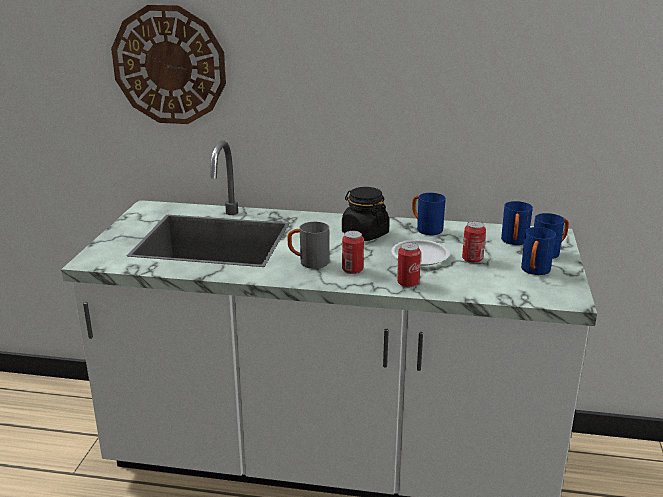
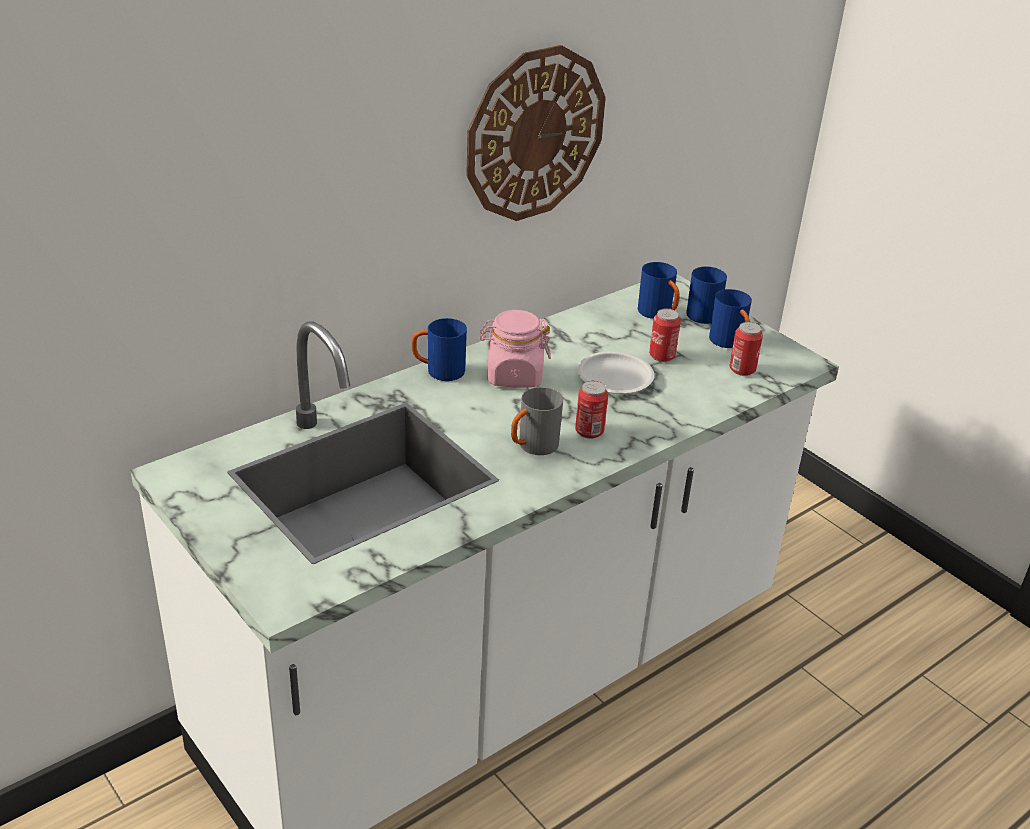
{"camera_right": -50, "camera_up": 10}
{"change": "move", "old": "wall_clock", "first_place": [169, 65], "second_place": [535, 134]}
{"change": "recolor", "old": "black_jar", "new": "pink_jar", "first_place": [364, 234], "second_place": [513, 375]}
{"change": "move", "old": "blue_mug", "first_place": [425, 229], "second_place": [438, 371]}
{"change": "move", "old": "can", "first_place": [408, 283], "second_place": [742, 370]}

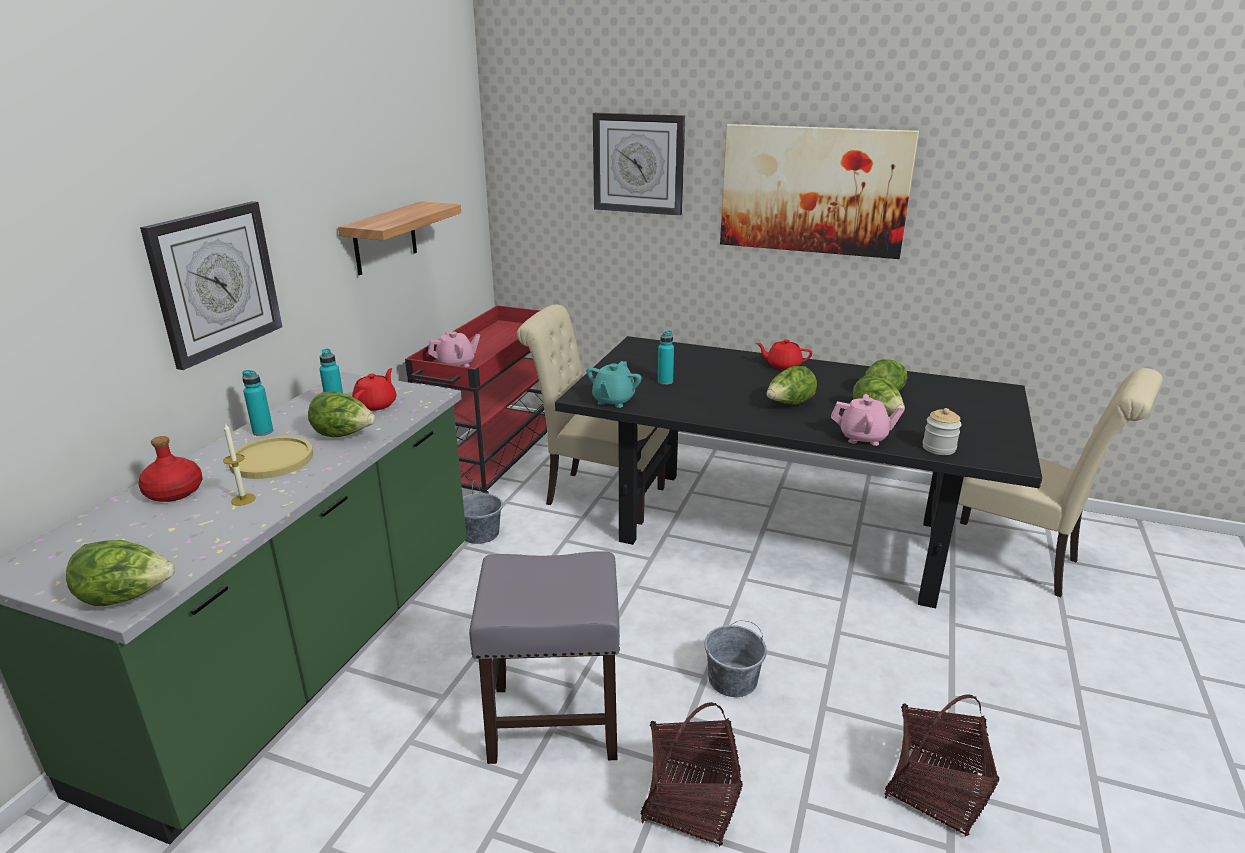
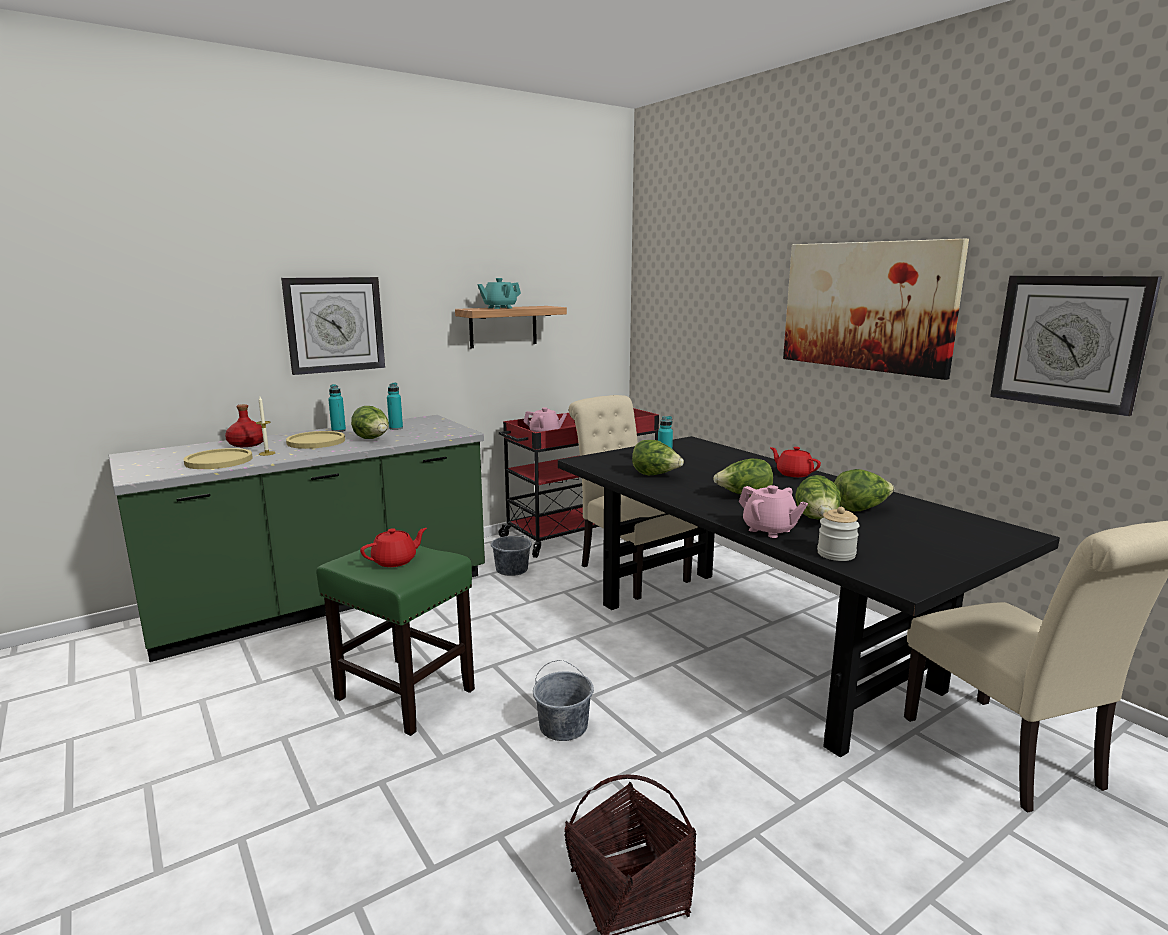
{"camera_right": 35, "camera_up": -10}
{"change": "move", "old": "wall_clock", "first_place": [638, 163], "second_place": [1069, 342]}
{"change": "move", "old": "turquoise_teapot", "first_place": [613, 401], "second_place": [499, 308]}
{"change": "move", "old": "red_teapot", "first_place": [376, 404], "second_place": [395, 561]}
{"change": "move", "old": "lettuce", "first_place": [127, 597], "second_place": [655, 475]}
{"change": "recolor", "old": "grey_stool", "new": "green_stool", "first_place": [552, 721], "second_place": [403, 694]}
{"change": "delete", "old": "basket", "first_place": [692, 802]}
{"change": "insert", "new": "yellow_plate", "second_place": [219, 460]}

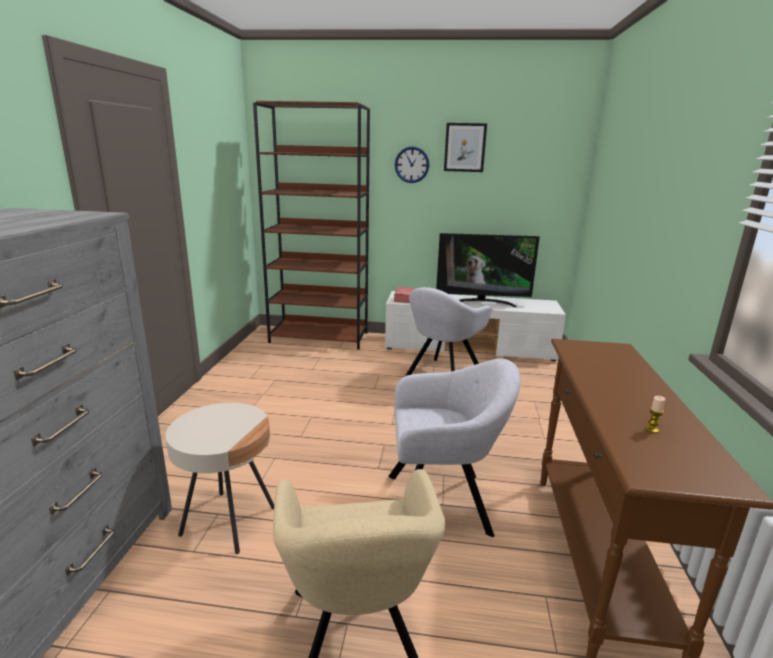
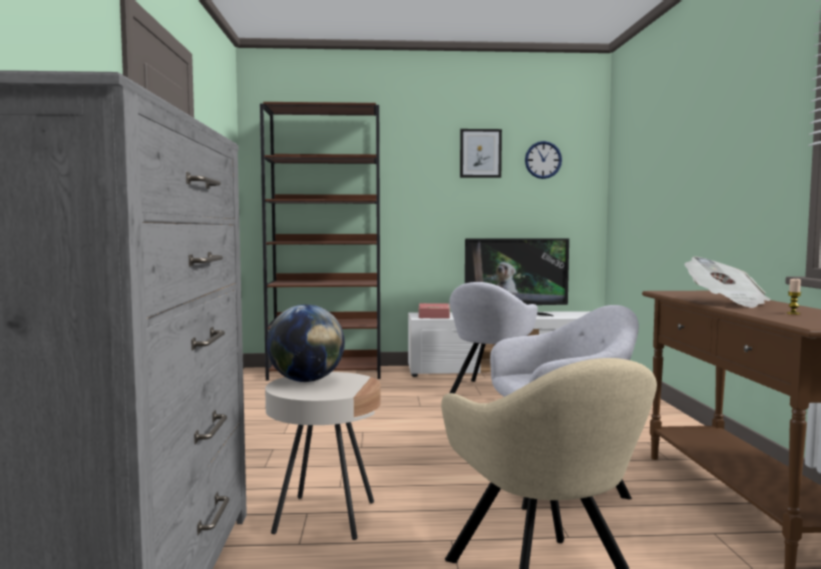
{"camera_right": -10, "camera_up": -15}
{"change": "move", "old": "wall_clock", "first_place": [412, 164], "second_place": [543, 160]}
{"change": "insert", "new": "newspaper", "second_place": [726, 303]}
{"change": "insert", "new": "globe", "second_place": [306, 381]}

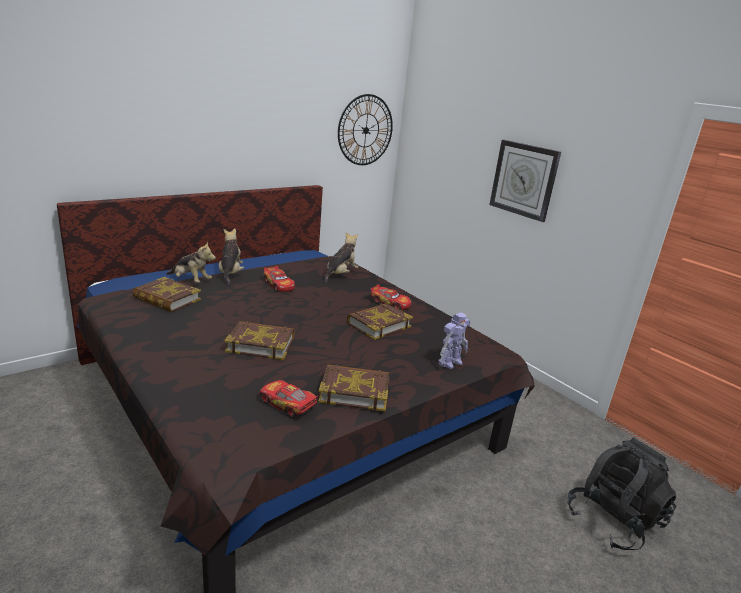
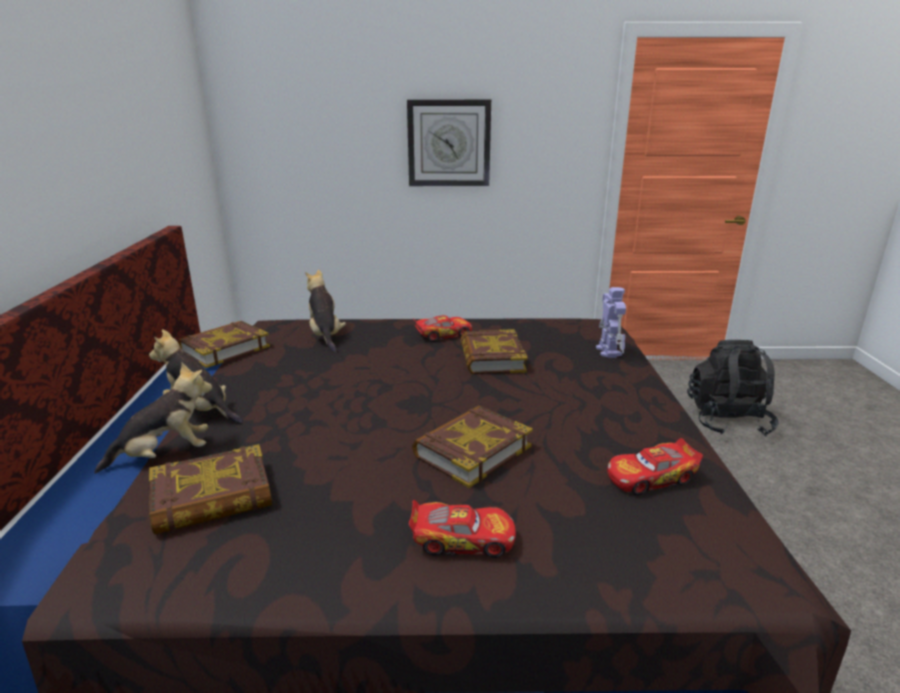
{"camera_right": -50, "camera_up": 0}
{"change": "delete", "old": "wall_clock", "first_place": [365, 130]}
{"change": "move", "old": "toy_car", "first_place": [279, 285], "second_place": [462, 539]}
{"change": "move", "old": "book", "first_place": [354, 392], "second_place": [224, 349]}

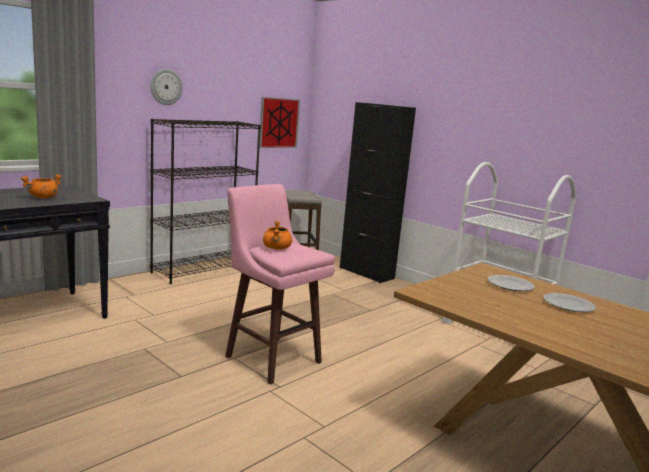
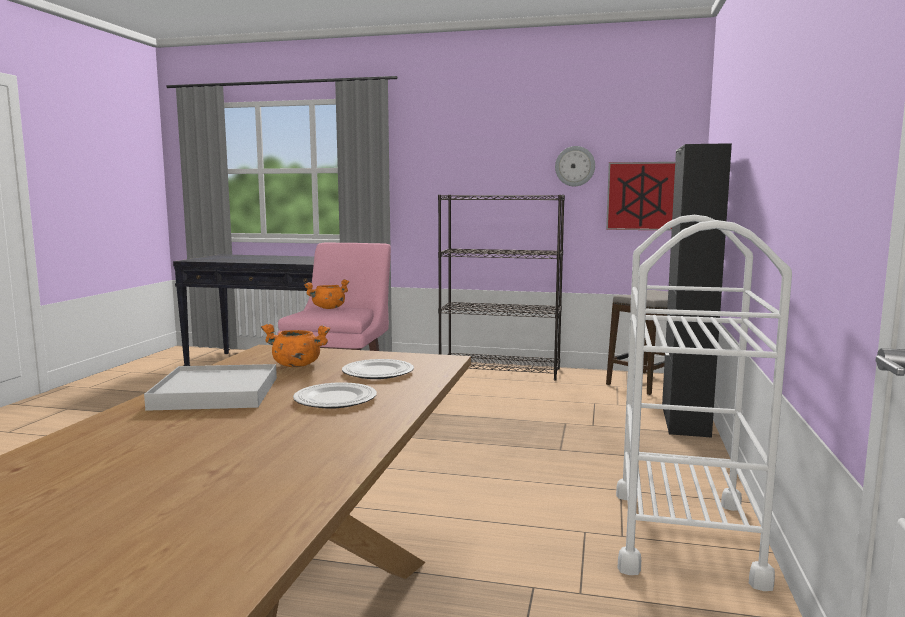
{"camera_right": 60, "camera_up": -5}
{"change": "move", "old": "wall_clock", "first_place": [166, 87], "second_place": [575, 166]}
{"change": "move", "old": "orange_cooking_pot", "first_place": [43, 197], "second_place": [296, 365]}
{"change": "insert", "new": "white_tray", "second_place": [216, 393]}

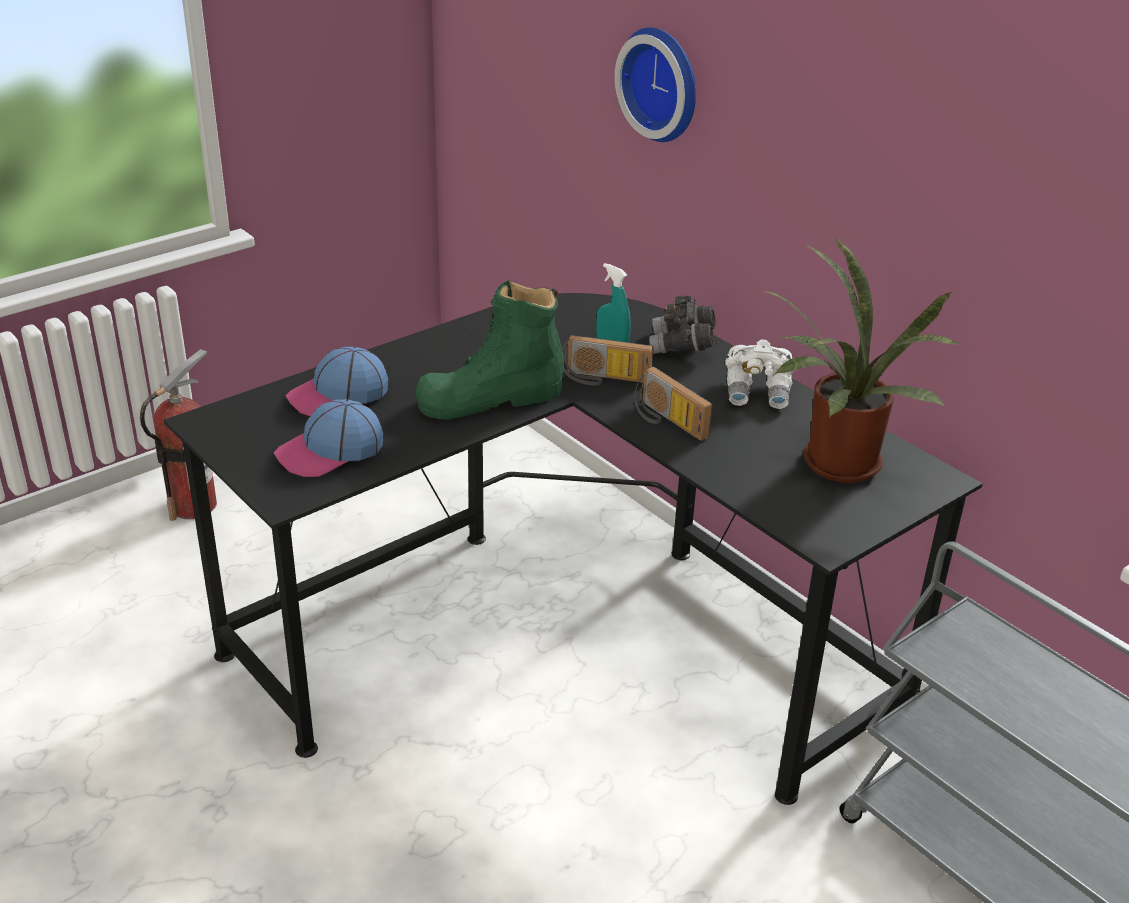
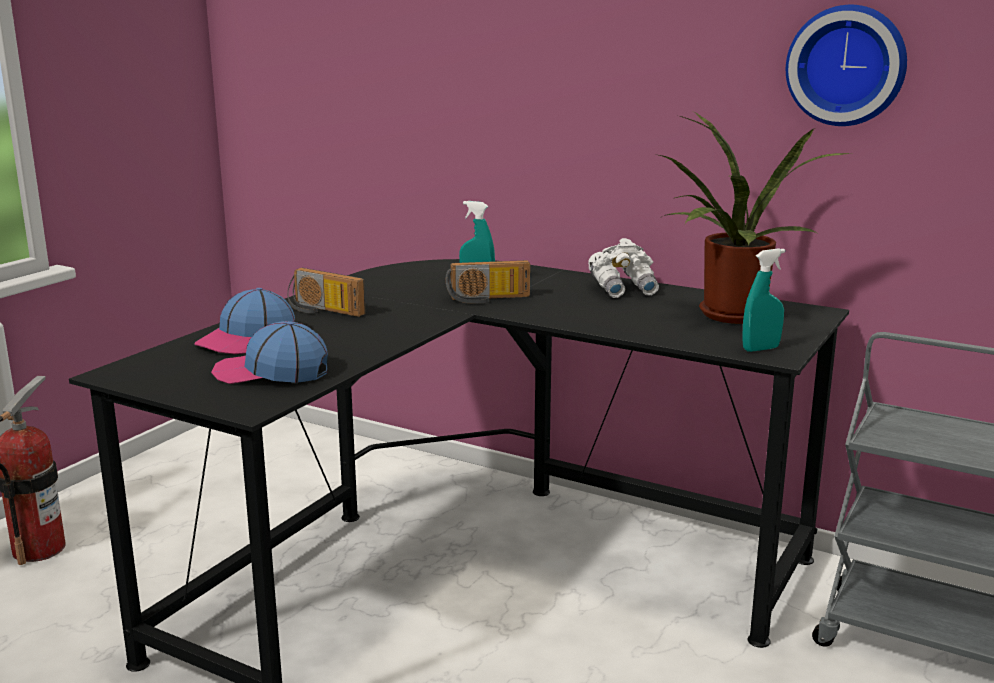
{"camera_right": -20, "camera_up": -15}
{"change": "move", "old": "wall_clock", "first_place": [663, 83], "second_place": [847, 65]}
{"change": "delete", "old": "green_boot", "first_place": [491, 399]}
{"change": "delete", "old": "grey_binoculars", "first_place": [682, 346]}
{"change": "move", "old": "radio", "first_place": [666, 421], "second_place": [322, 311]}
{"change": "rotate", "old": "cap", "first_place": [330, 451], "second_place": [271, 372], "degrees": 60}
{"change": "insert", "new": "turquoise_spray_bottle", "second_place": [761, 349]}

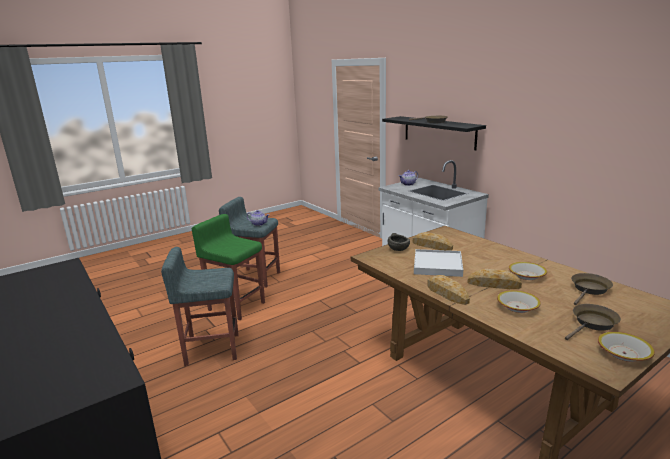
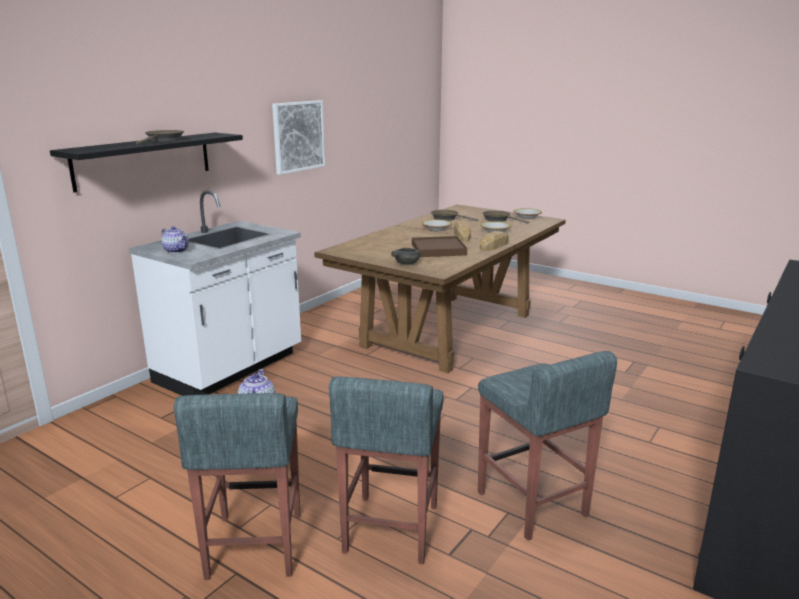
{"camera_right": -110, "camera_up": 0}
{"change": "recolor", "old": "green_stool", "new": "grey_stool", "first_place": [236, 306], "second_place": [390, 529]}
{"change": "delete", "old": "bread", "first_place": [432, 245]}
{"change": "recolor", "old": "white_tray", "new": "brown_tray", "first_place": [438, 265], "second_place": [438, 249]}
{"change": "insert", "new": "picture", "second_place": [298, 136]}

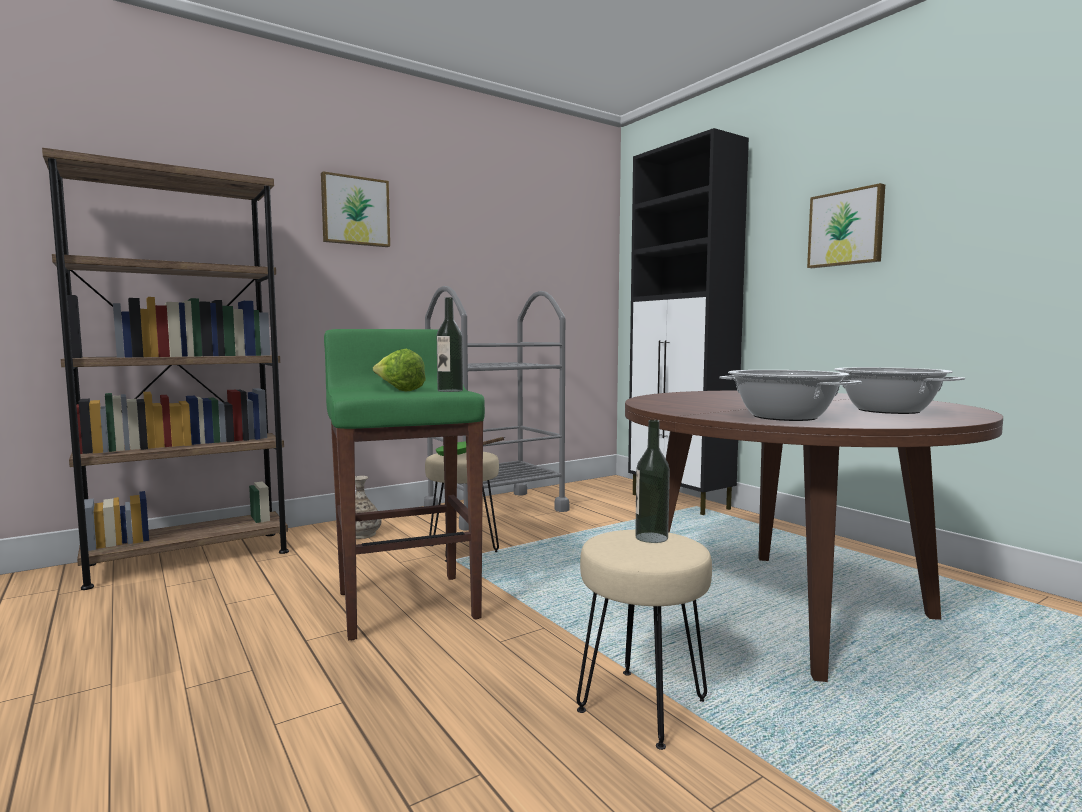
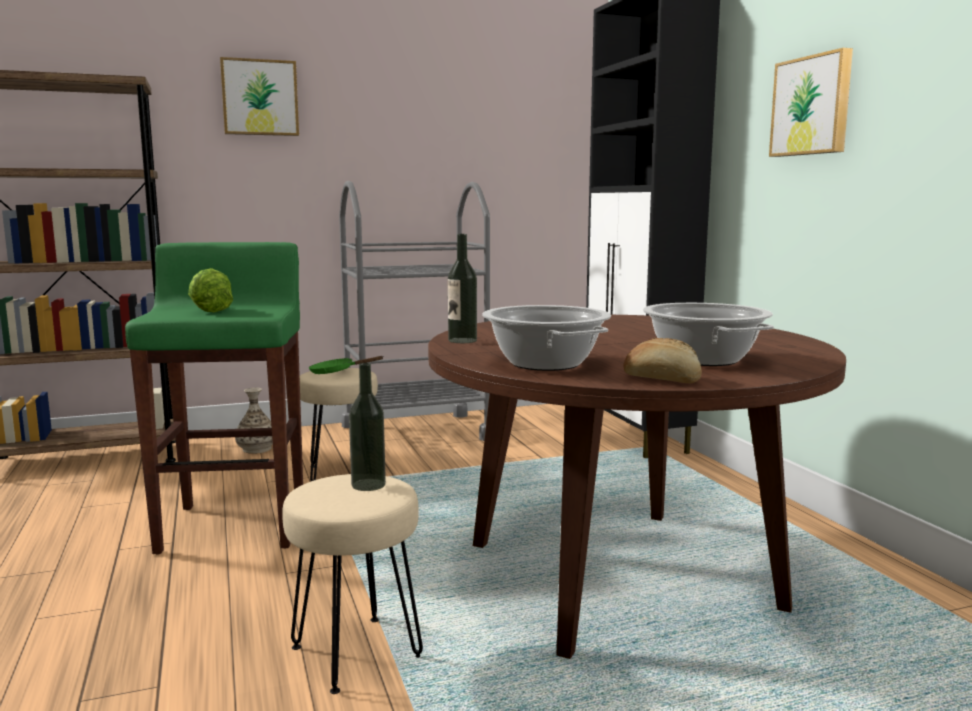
{"camera_right": 15, "camera_up": 5}
{"change": "move", "old": "bottle", "first_place": [450, 390], "second_place": [462, 340]}
{"change": "insert", "new": "bread", "second_place": [661, 379]}

